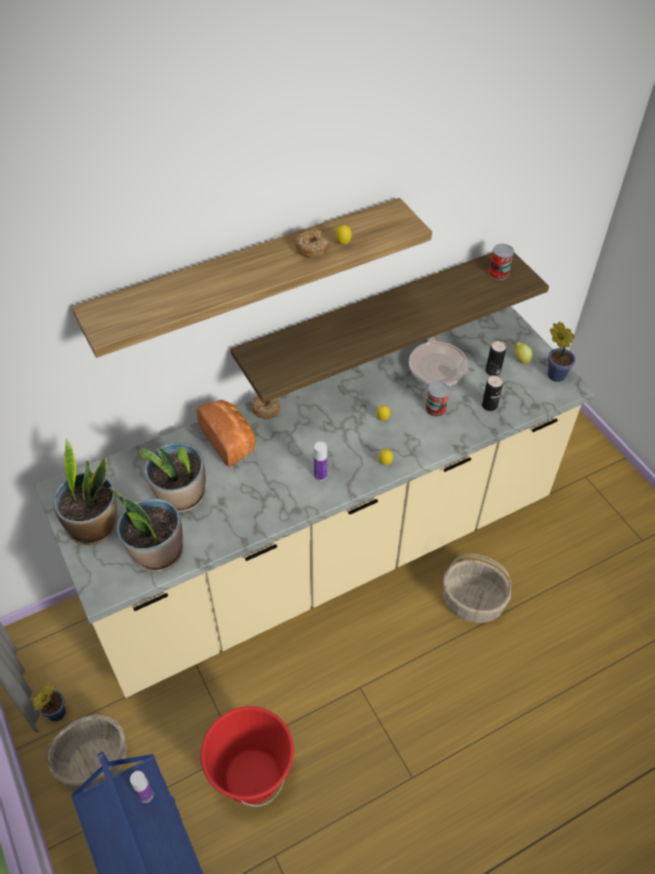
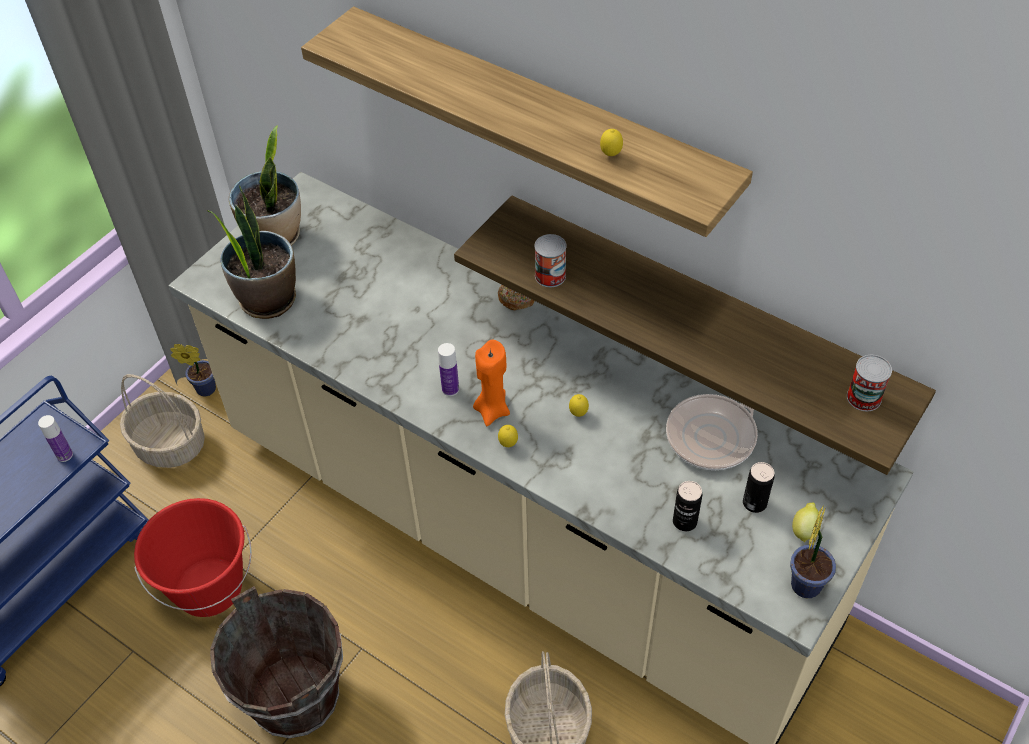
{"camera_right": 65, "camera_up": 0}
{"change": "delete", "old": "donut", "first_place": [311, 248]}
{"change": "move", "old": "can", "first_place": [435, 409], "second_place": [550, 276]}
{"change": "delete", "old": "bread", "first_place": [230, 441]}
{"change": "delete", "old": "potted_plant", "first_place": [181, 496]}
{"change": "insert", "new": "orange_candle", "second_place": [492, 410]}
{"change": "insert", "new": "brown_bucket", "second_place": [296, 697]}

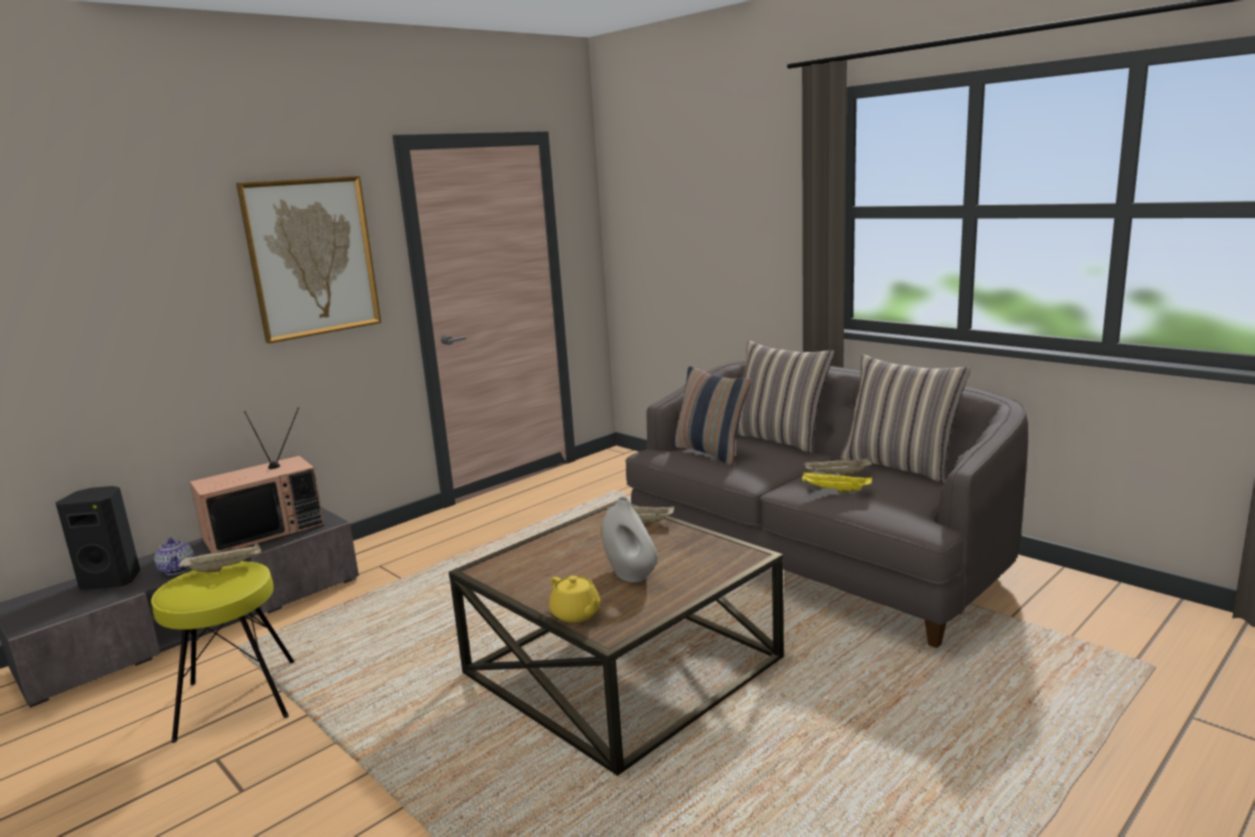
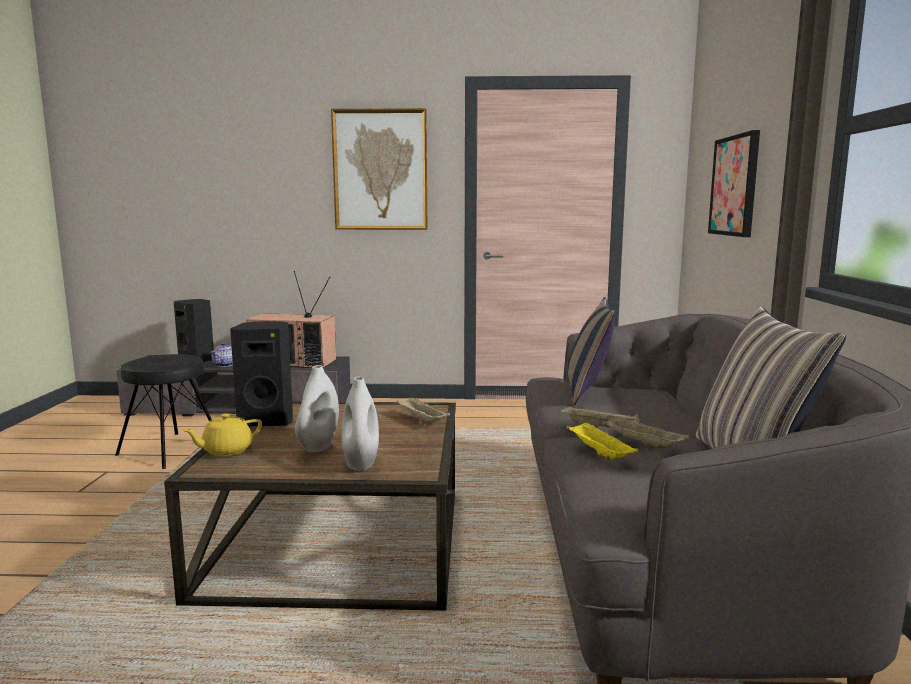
{"camera_right": 45, "camera_up": -5}
{"change": "delete", "old": "pillow", "first_place": [779, 439]}
{"change": "move", "old": "beige_tray", "first_place": [225, 568], "second_place": [601, 428]}
{"change": "recolor", "old": "yellow_stool", "new": "black_stool", "first_place": [237, 699], "second_place": [170, 449]}
{"change": "rotate", "old": "yellow_teapot", "first_place": [576, 614], "second_place": [226, 450], "degrees": 45}
{"change": "insert", "new": "picture", "second_place": [735, 186]}
{"change": "insert", "new": "black_speaker", "second_place": [268, 421]}
{"change": "insert", "new": "white_vase", "second_place": [361, 463]}

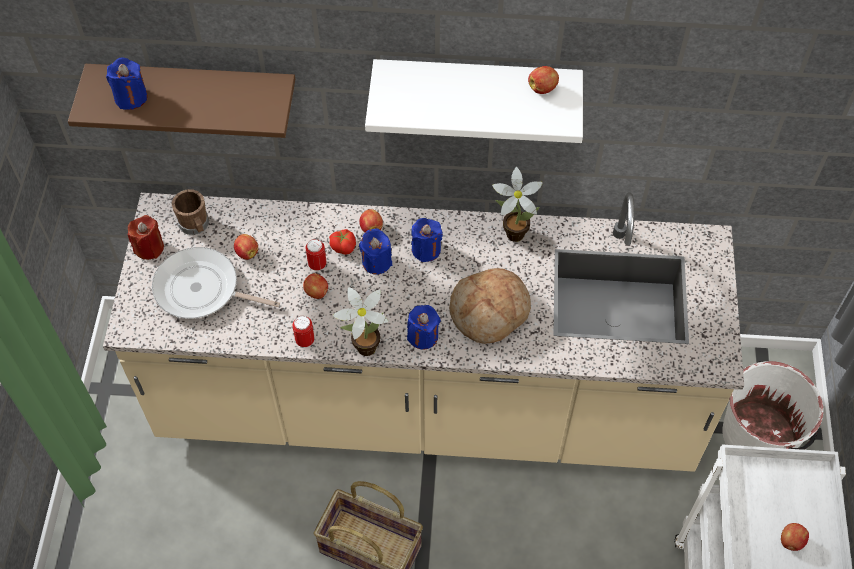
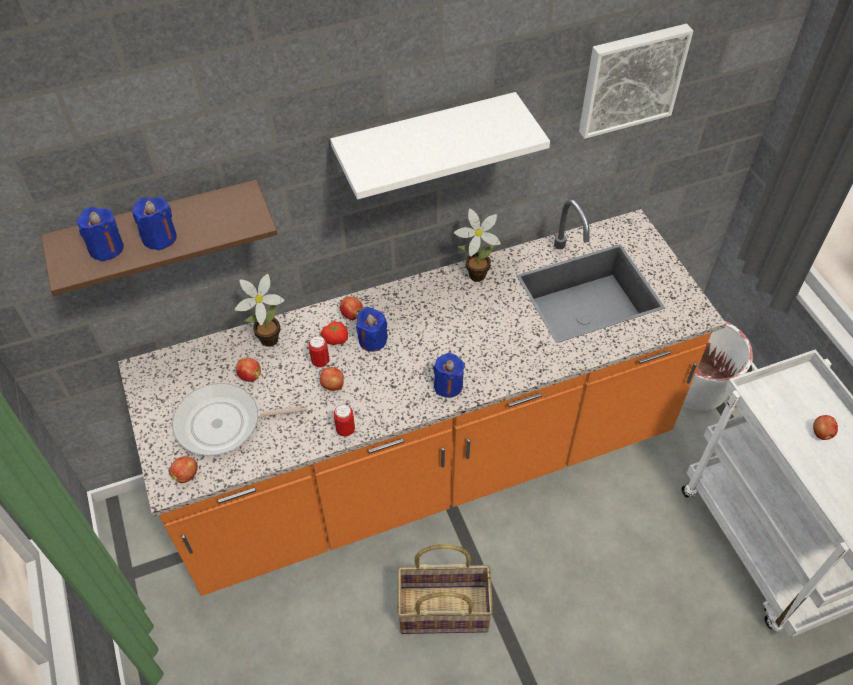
{"camera_right": -25, "camera_up": -5}
{"change": "move", "old": "apple", "first_place": [543, 88], "second_place": [186, 475]}
{"change": "delete", "old": "brown_mug", "first_place": [195, 225]}
{"change": "recolor", "old": "beige_counter", "new": "orange_counter", "first_place": [427, 403], "second_place": [427, 466]}
{"change": "delete", "old": "red_candle", "first_place": [149, 248]}
{"change": "move", "old": "blue_candle", "first_place": [426, 250], "second_place": [159, 237]}
{"change": "delete", "old": "bread", "first_place": [490, 312]}
{"change": "move", "old": "potted_plant", "first_place": [362, 347], "second_place": [266, 341]}
{"change": "insert", "new": "picture", "second_place": [631, 79]}

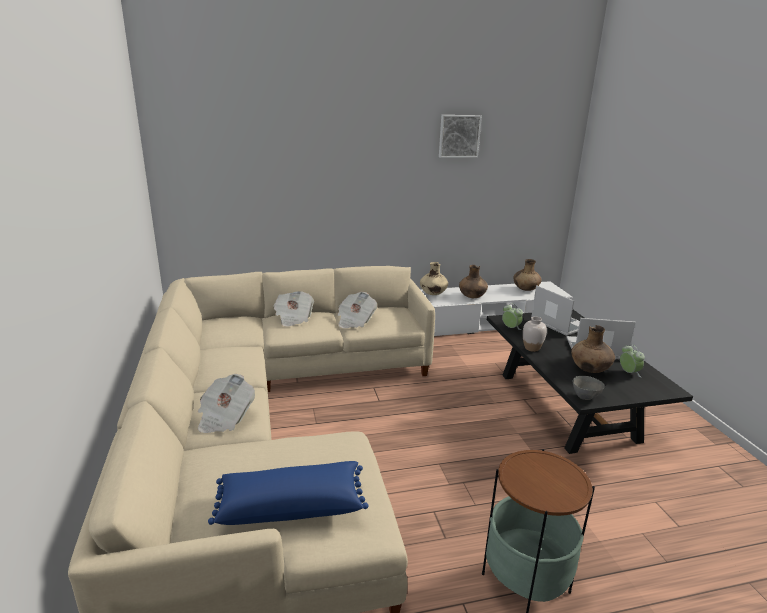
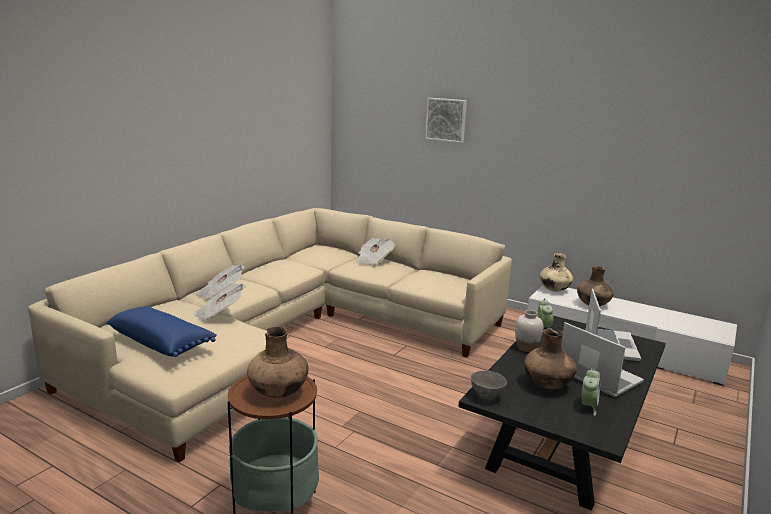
{"camera_right": 45, "camera_up": -5}
{"change": "move", "old": "picture", "first_place": [459, 136], "second_place": [446, 120]}
{"change": "move", "old": "brown_vase", "first_place": [525, 289], "second_place": [278, 392]}
{"change": "move", "old": "newspaper", "first_place": [355, 321], "second_place": [219, 314]}

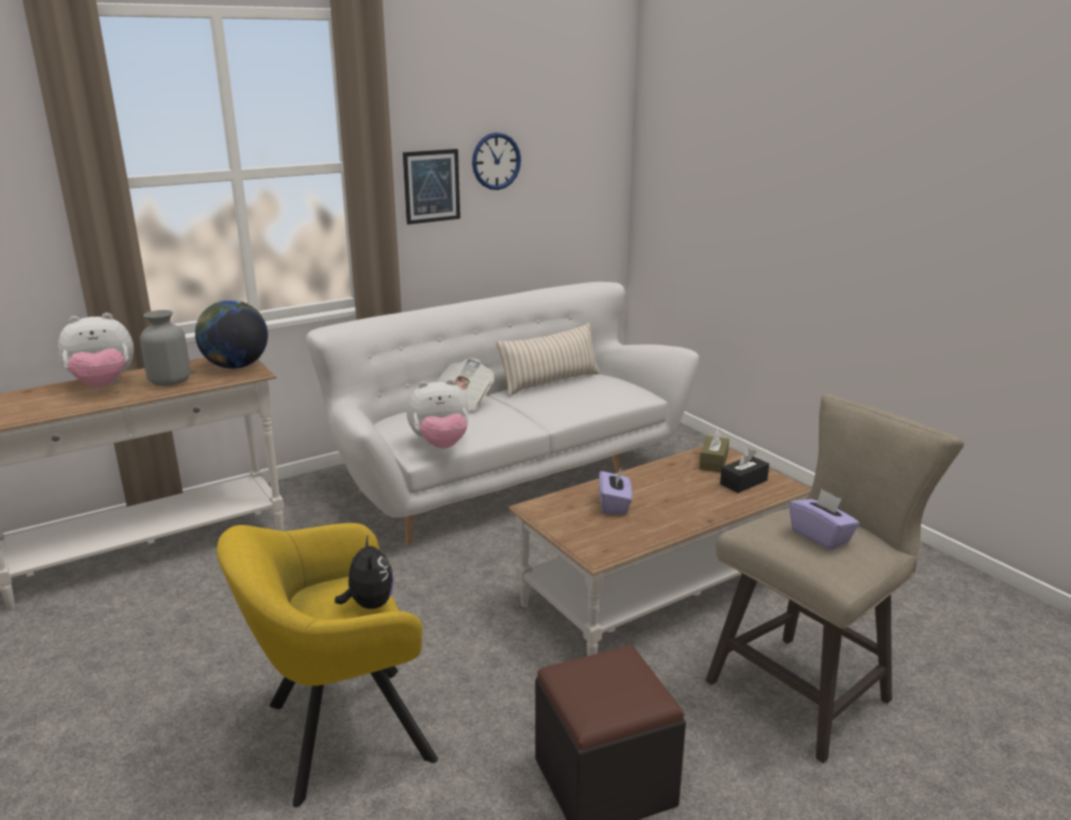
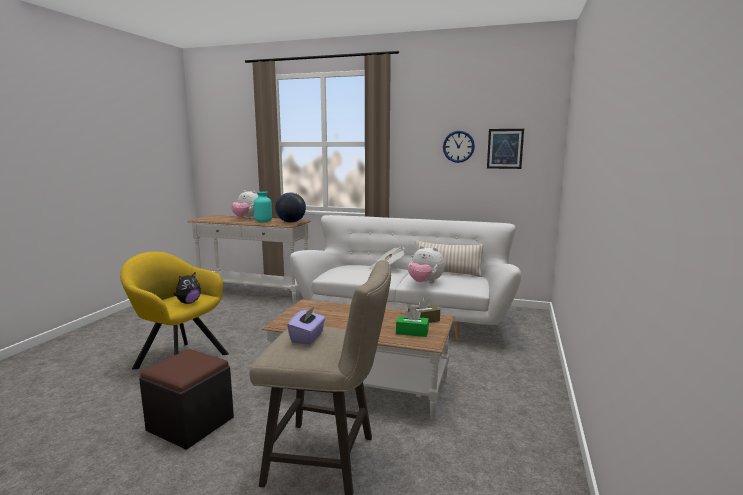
{"camera_right": 50, "camera_up": -10}
{"change": "move", "old": "picture", "first_place": [432, 186], "second_place": [505, 148]}
{"change": "recolor", "old": "grey_vase", "new": "turquoise_vase", "first_place": [170, 382], "second_place": [263, 221]}
{"change": "move", "old": "plush_toy", "first_place": [440, 445], "second_place": [425, 283]}
{"change": "recolor", "old": "black_tissue_box", "new": "green_tissue_box", "first_place": [743, 482], "second_place": [412, 332]}
{"change": "delete", "old": "purple_tissue_box", "first_place": [614, 505]}

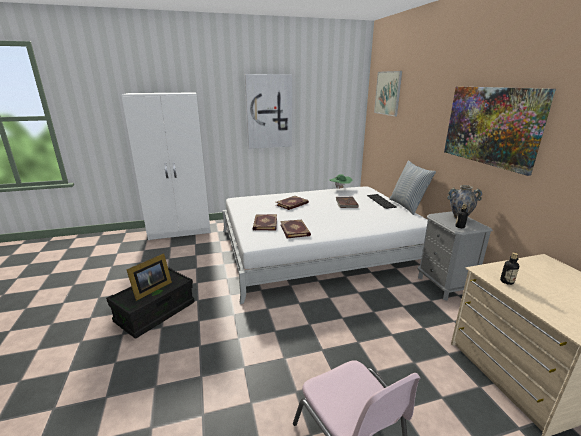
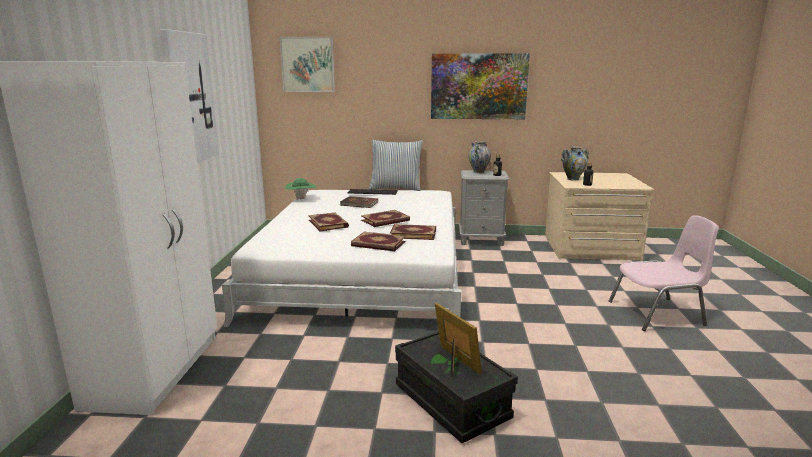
{"camera_right": -70, "camera_up": -5}
{"change": "insert", "new": "vase", "second_place": [573, 179]}
{"change": "insert", "new": "book", "second_place": [385, 221]}

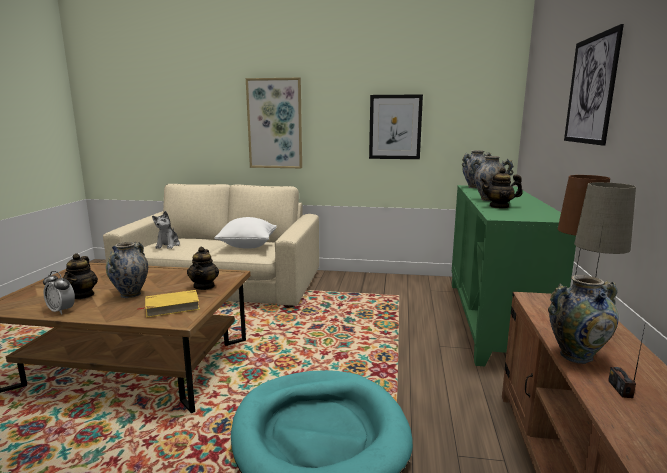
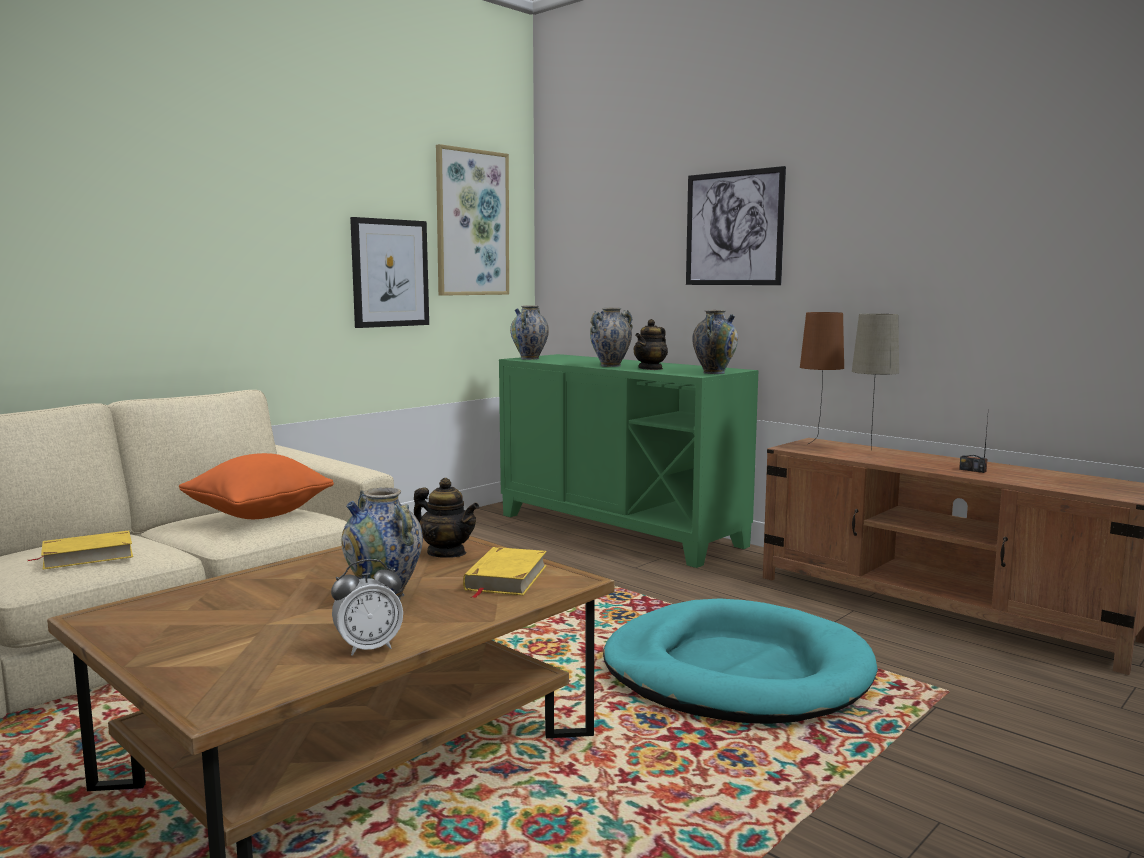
{"camera_right": -55, "camera_up": -5}
{"change": "move", "old": "picture", "first_place": [275, 124], "second_place": [472, 223]}
{"change": "replace", "old": "plush_toy", "new": "yellow_book", "first_place": [168, 245], "second_place": [87, 556]}
{"change": "recolor", "old": "white_pillow", "new": "orange_pillow", "first_place": [248, 246], "second_place": [259, 514]}
{"change": "delete", "old": "teapot", "first_place": [82, 295]}
{"change": "move", "old": "vase", "first_place": [576, 356], "second_place": [714, 373]}

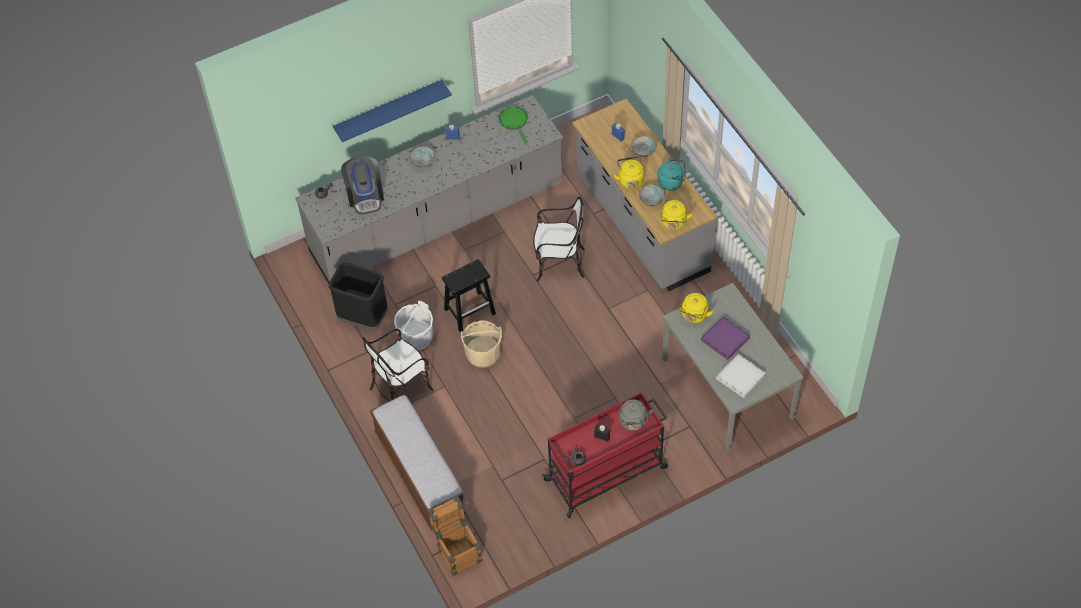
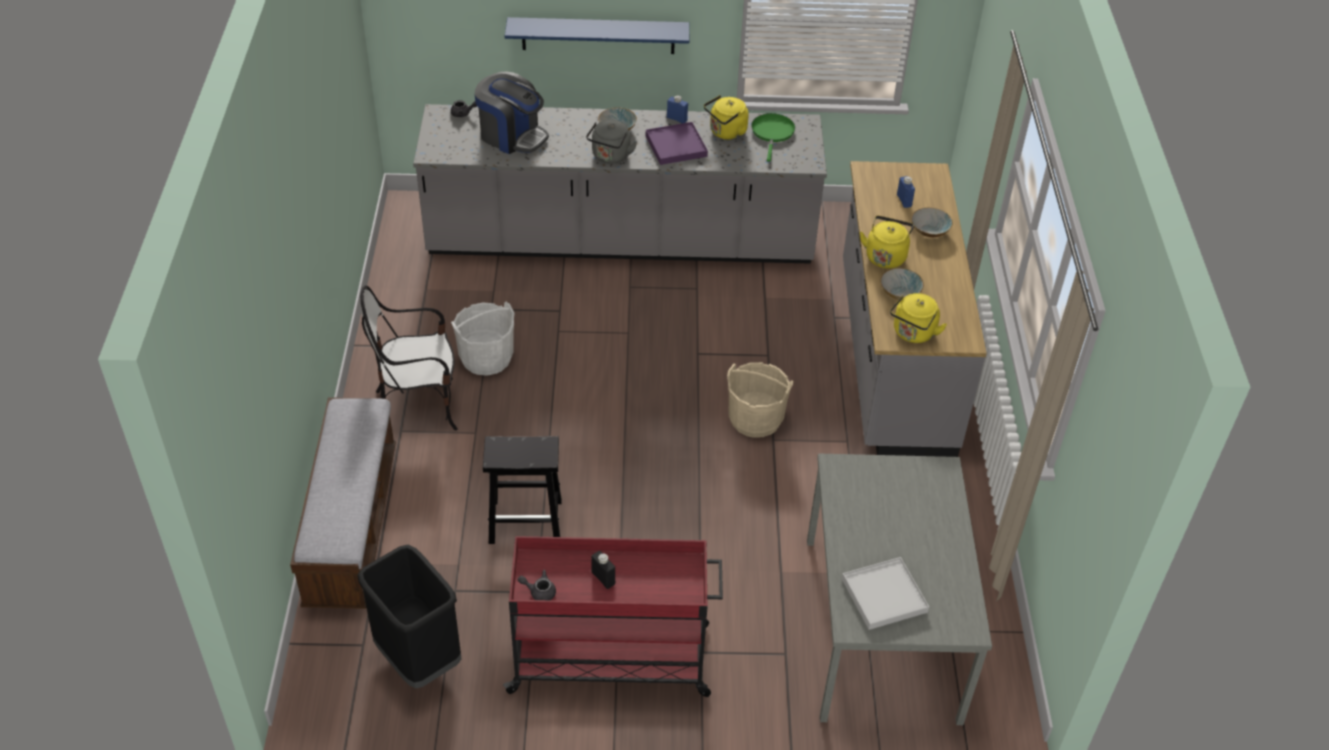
{"camera_right": 25, "camera_up": -10}
{"change": "rotate", "old": "coffee_machine", "first_place": [365, 196], "second_place": [512, 136], "degrees": -75}
{"change": "delete", "old": "turquoise_kettle", "first_place": [672, 182]}
{"change": "delete", "old": "chair", "first_place": [559, 263]}
{"change": "move", "old": "black_stool", "first_place": [470, 311], "second_place": [527, 521]}
{"change": "move", "old": "black_trash_can", "first_place": [363, 318], "second_place": [417, 658]}
{"change": "move", "old": "yellow_kettle", "first_place": [694, 316], "second_place": [726, 133]}
{"change": "move", "old": "purple_tray", "first_place": [725, 339], "second_place": [676, 146]}
{"change": "move", "old": "beige_bucket", "first_place": [483, 354], "second_place": [755, 419]}
{"change": "move", "old": "grey_kettle", "first_place": [633, 422], "second_place": [610, 157]}
{"change": "delete", "old": "crate", "first_place": [458, 550]}

